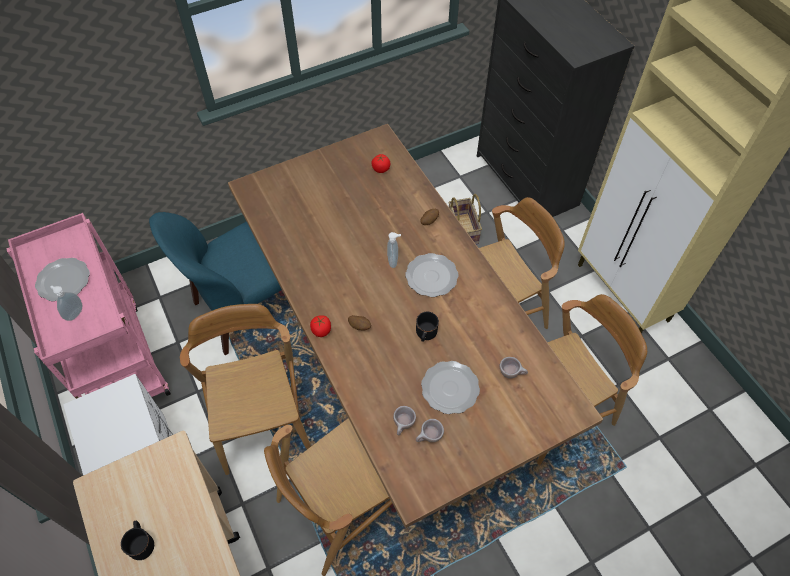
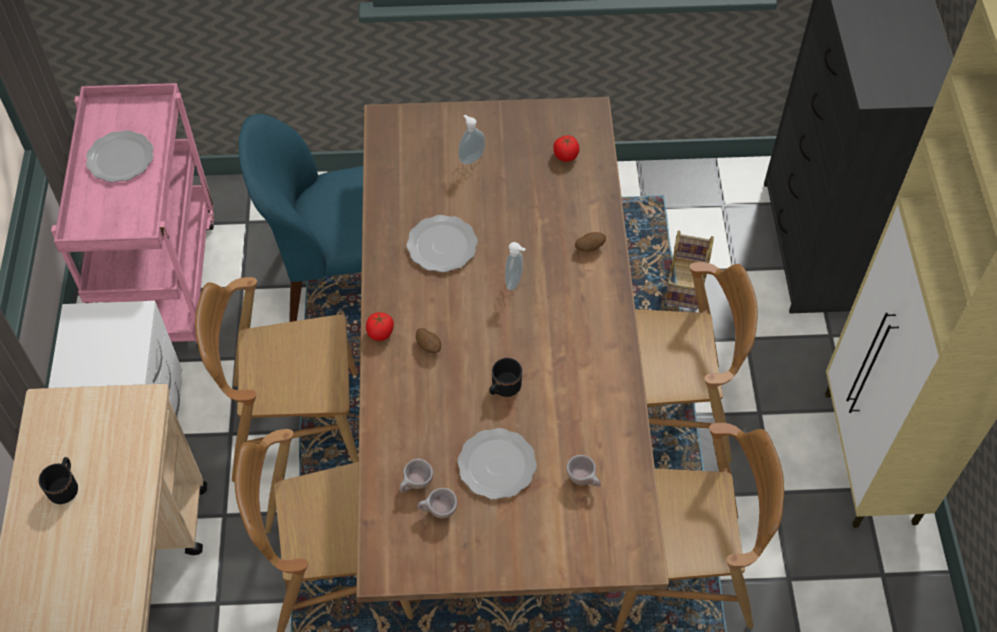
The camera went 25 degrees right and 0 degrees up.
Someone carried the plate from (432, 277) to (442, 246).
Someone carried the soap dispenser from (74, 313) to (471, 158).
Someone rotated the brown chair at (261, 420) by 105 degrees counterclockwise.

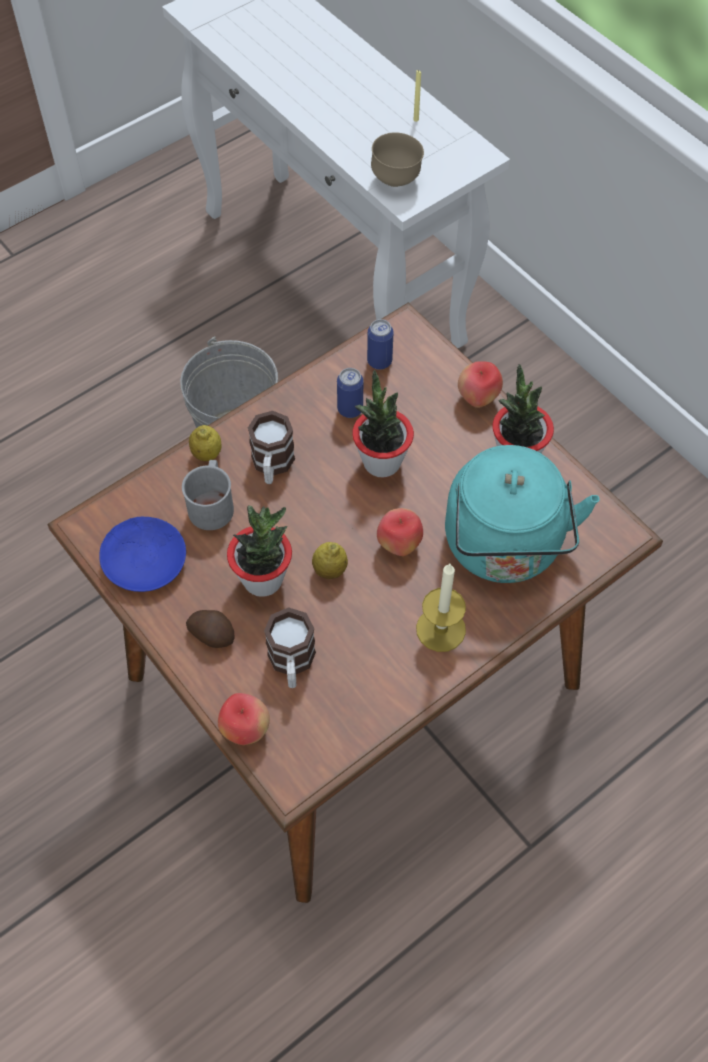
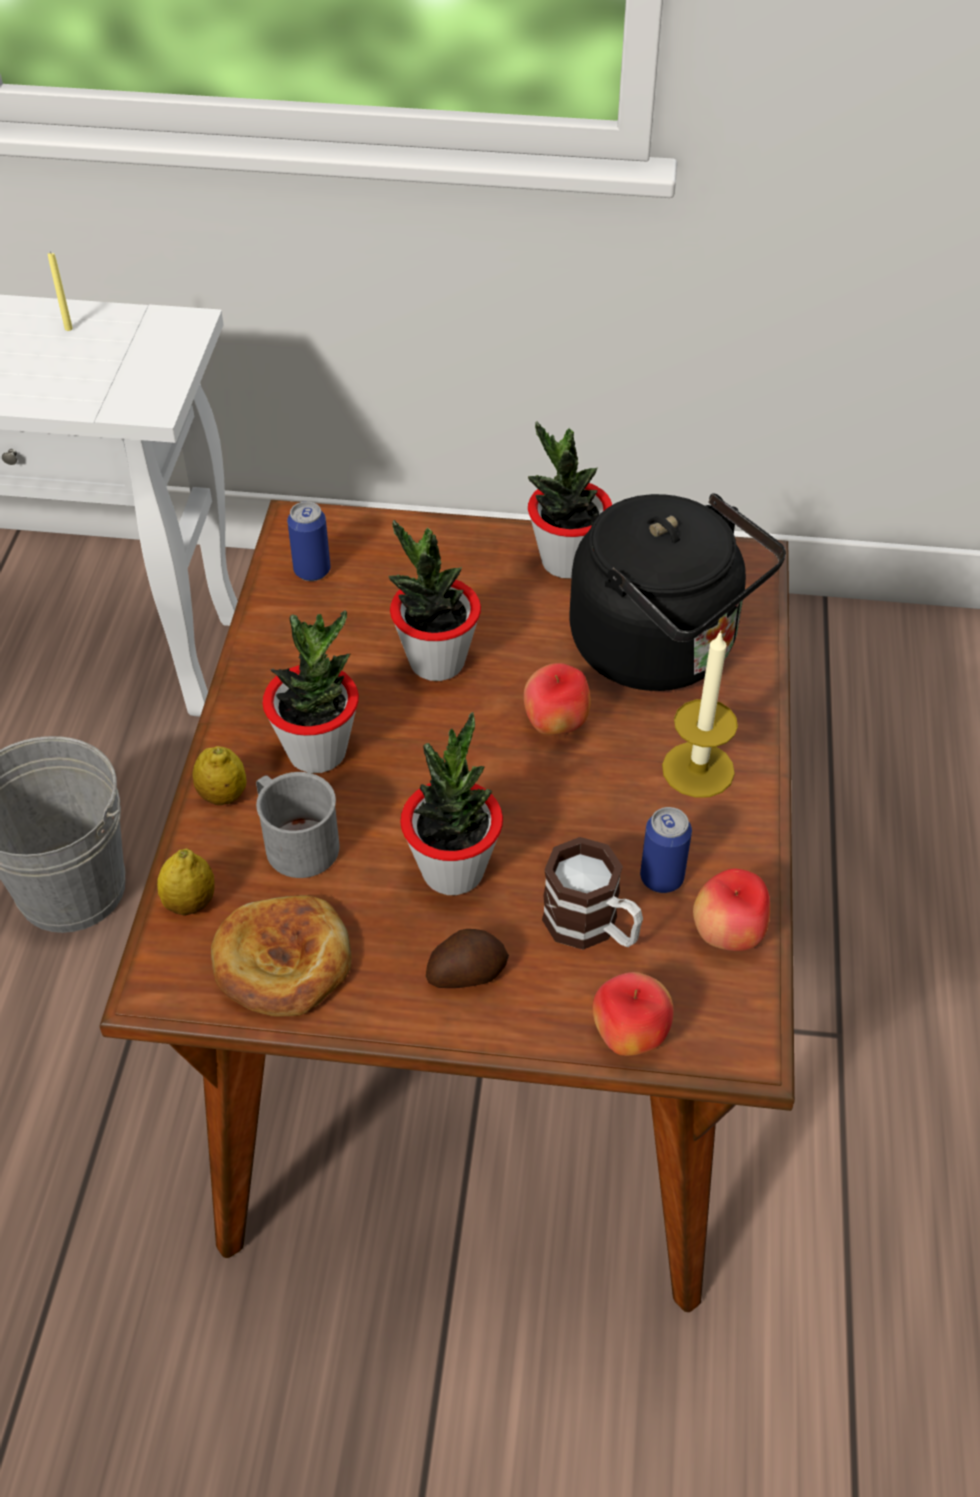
The camera went 45 degrees left and 10 degrees down.
Someone took away the brown bowl at (396, 180).
Someone carried the apple from (478, 398) to (728, 935).
Someone carried the can from (350, 409) to (661, 878).
Someone swapped the mug at (272, 466) for the potted plant at (317, 751).
Someone repainted the turquoise kettle at (505, 548), which became the black kettle at (662, 650).
Someone swapped the blue plate at (144, 559) for the bread at (283, 961).
Someone carried the lemon from (330, 570) to (190, 903).

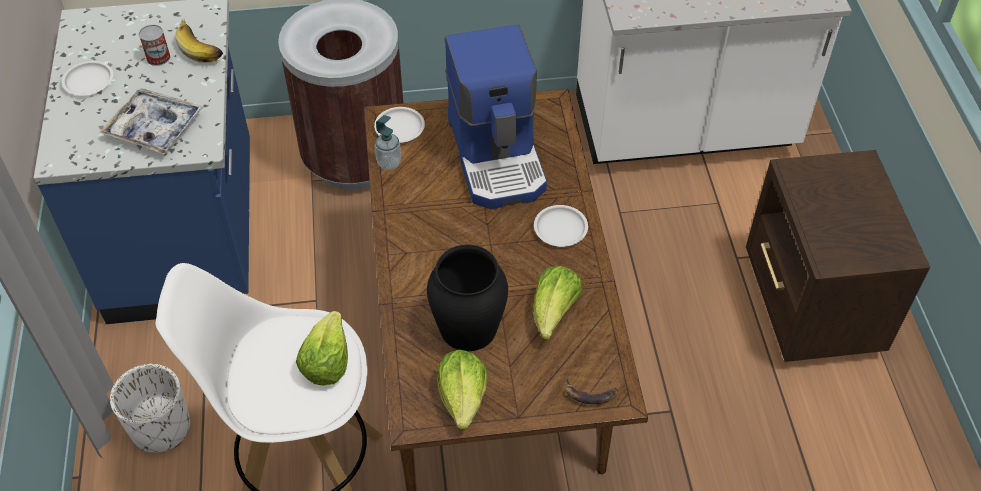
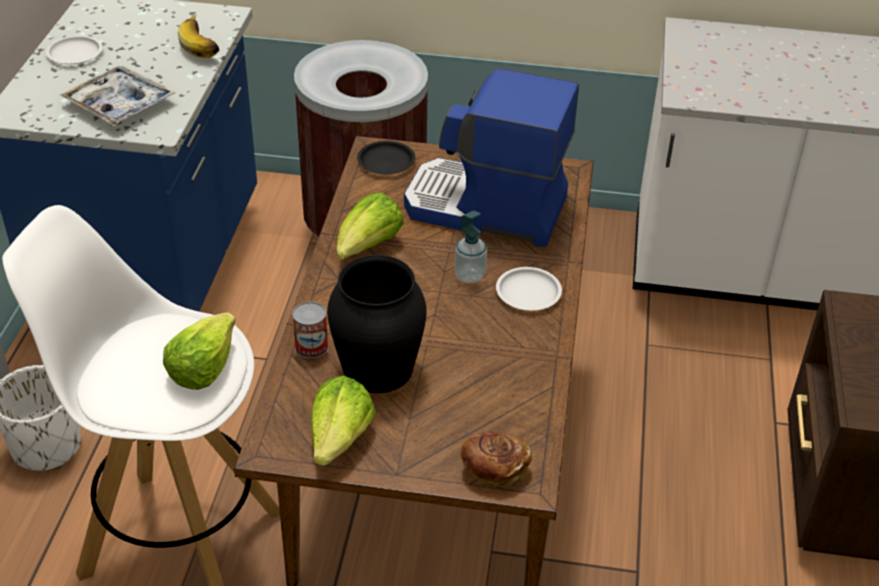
The camera went 15 degrees right and 10 degrees down.
Someone carried the can from (158, 57) to (311, 347).
Someone rotated the coffee machine at (498, 156) by 105 degrees clockwise.
Someone repainted the white plate at (400, 128), which became the black plate at (386, 162).
Someone carried the soap dispenser from (389, 163) to (469, 276).
Someone carried the lettuce from (554, 313) to (368, 247).
Someone swapped the banana at (590, 394) for the bread at (493, 469).

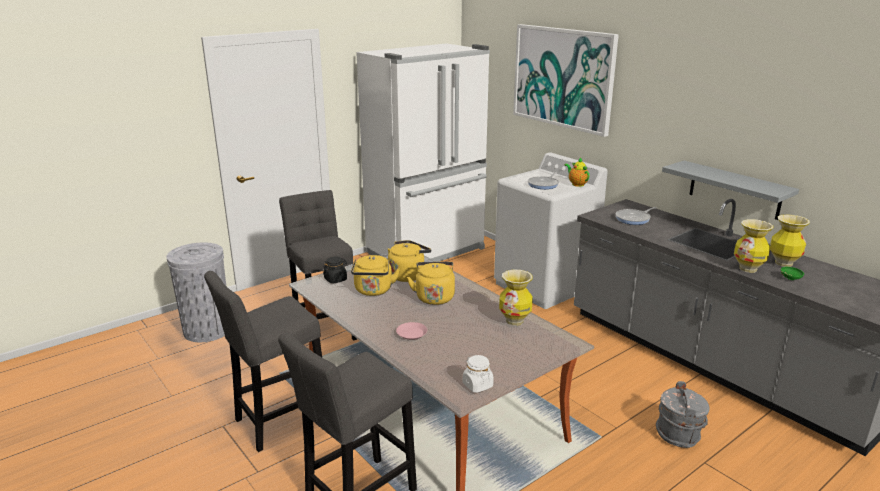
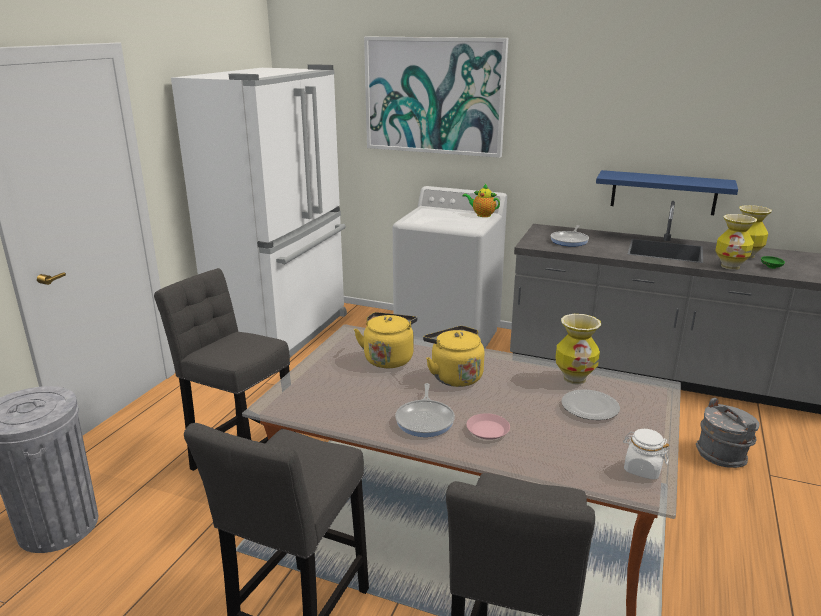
The camera went 30 degrees left and 0 degrees up.
Someone repainted the grey shelf at (734, 190), which became the blue shelf at (663, 192).
Someone carried the frying pan from (544, 184) to (425, 420).
Someone took away the yellow kettle at (373, 291).
Someone took away the black jar at (335, 279).
Someone put down the plate at (590, 407).

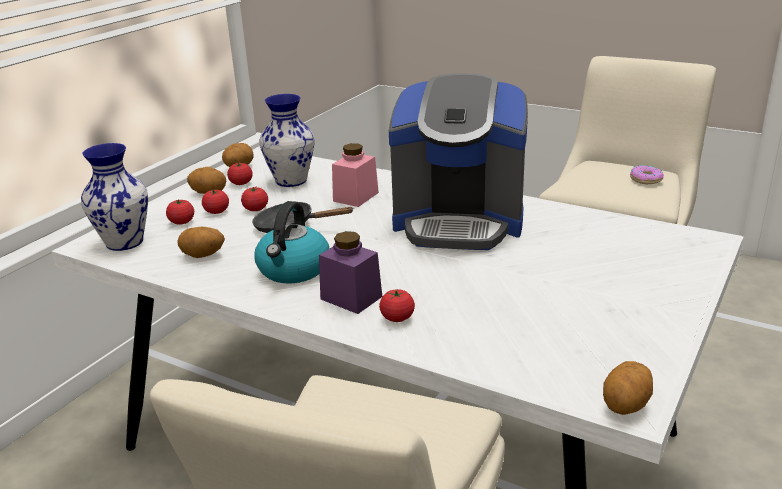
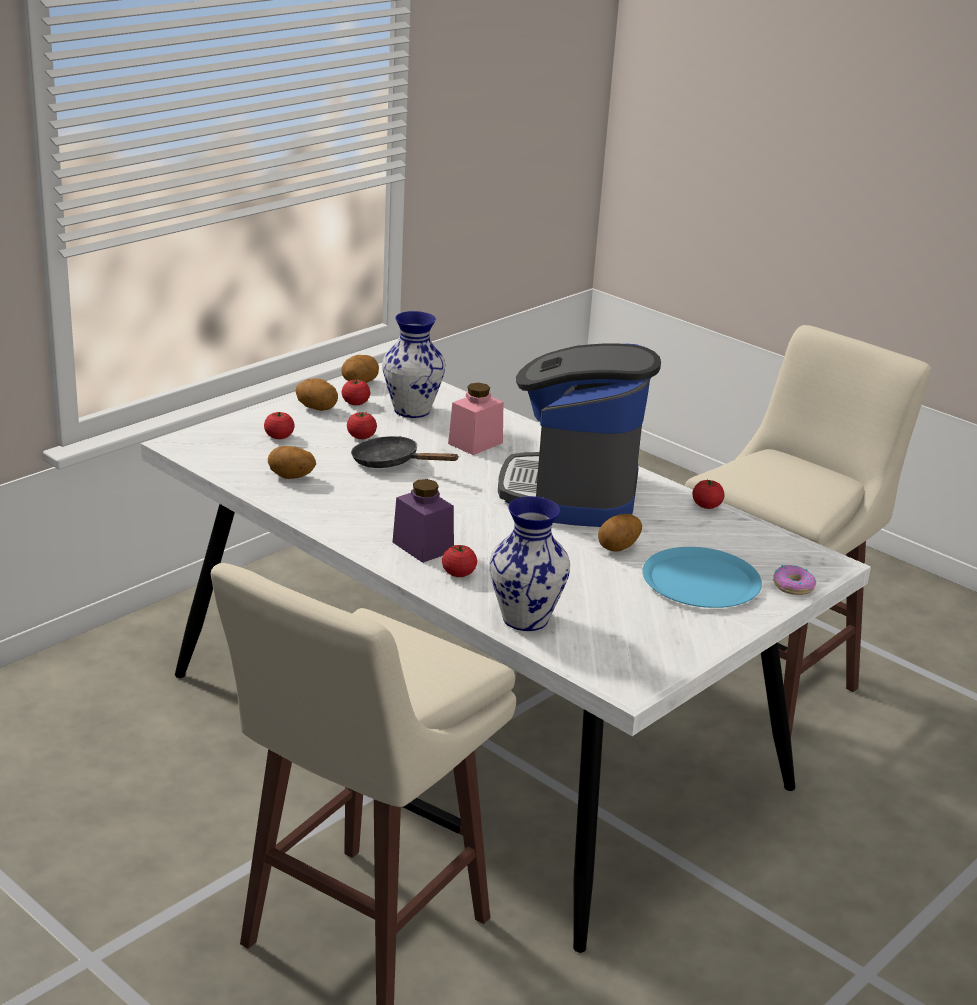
The camera went 10 degrees right and 0 degrees up.
Someone rotated the coffee machine at (459, 222) by 75 degrees clockwise.
Someone carried the vase from (124, 242) to (525, 618).
Someone carried the donut from (646, 179) to (793, 586).
Someone carried the tomato from (216, 211) to (706, 506).
Someone took away the kettle at (293, 270).
Someone carried the potato from (626, 405) to (619, 548).
Someone put down the blue plate at (701, 581).

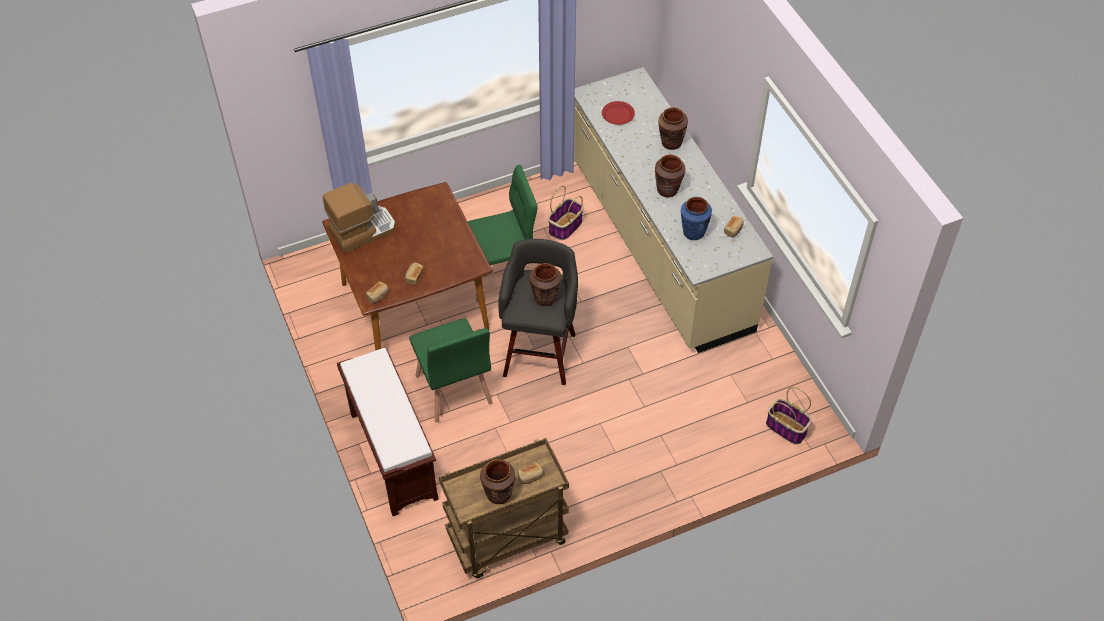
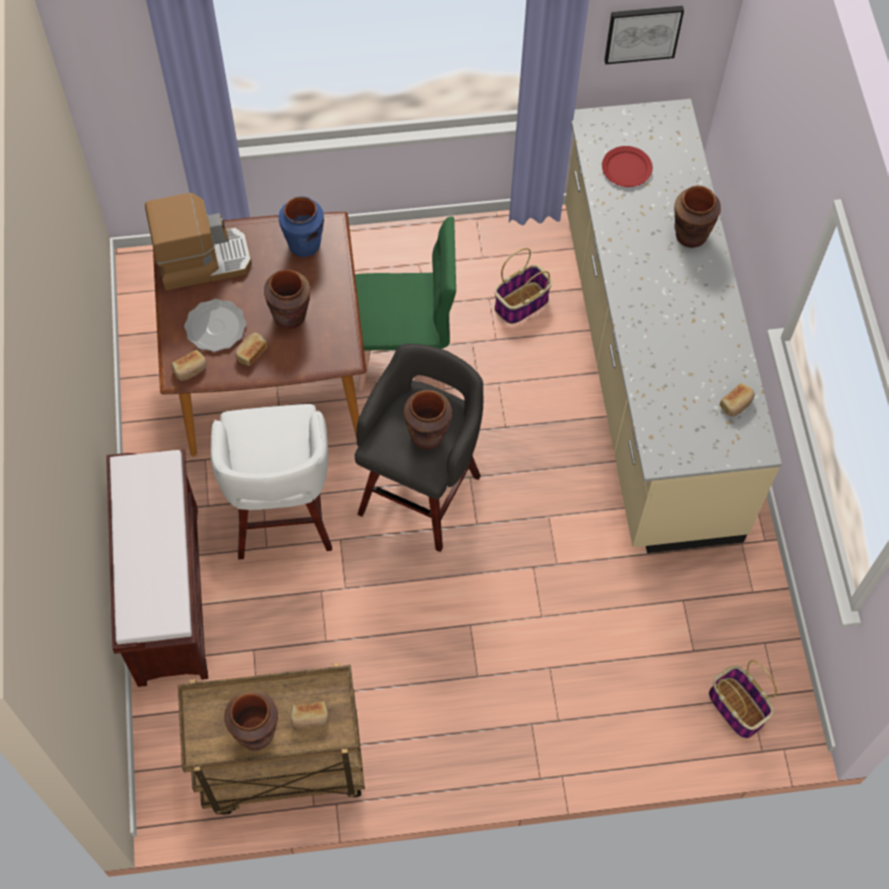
The camera went 15 degrees right and 10 degrees up.
Someone carried the brown vase from (667, 190) to (290, 316).
Someone carried the blue vase from (693, 232) to (304, 244).
Someone swapped the green chair at (453, 390) for the white stool at (282, 516).
Someone put up the picture at (642, 33).
Someone put down the plate at (215, 327).

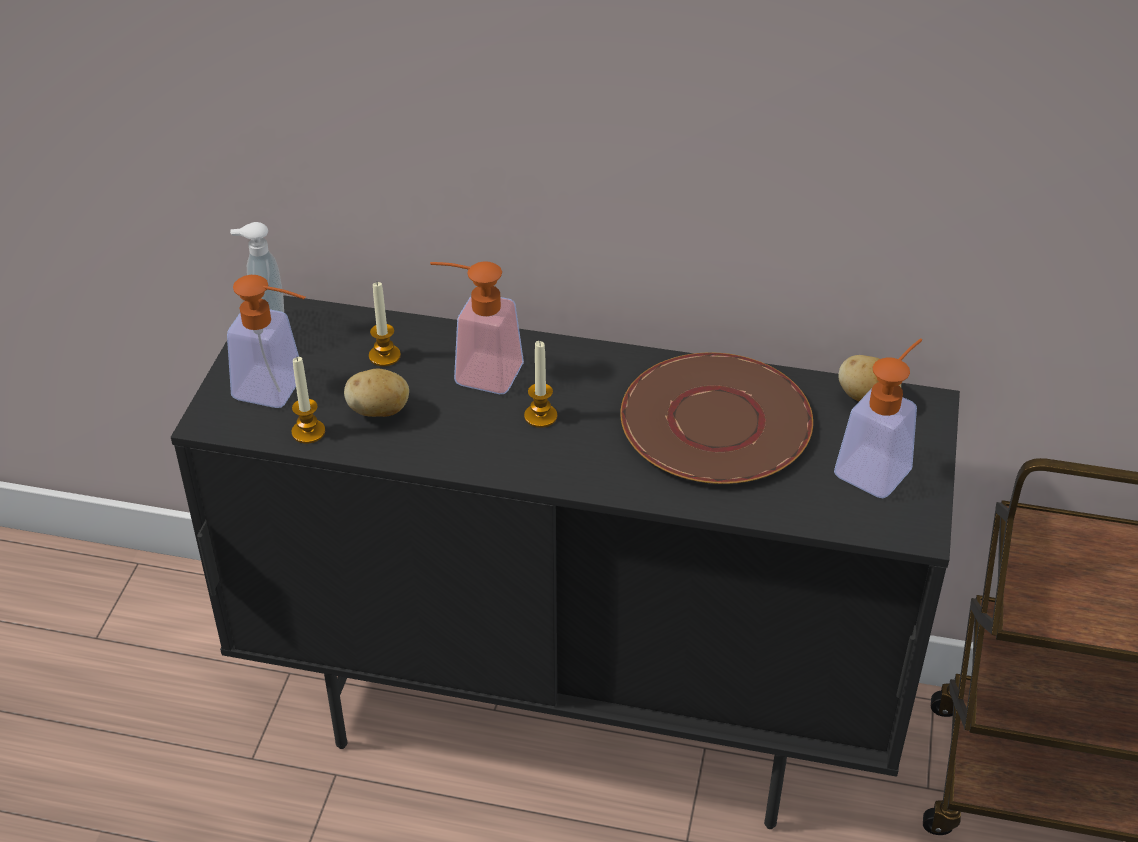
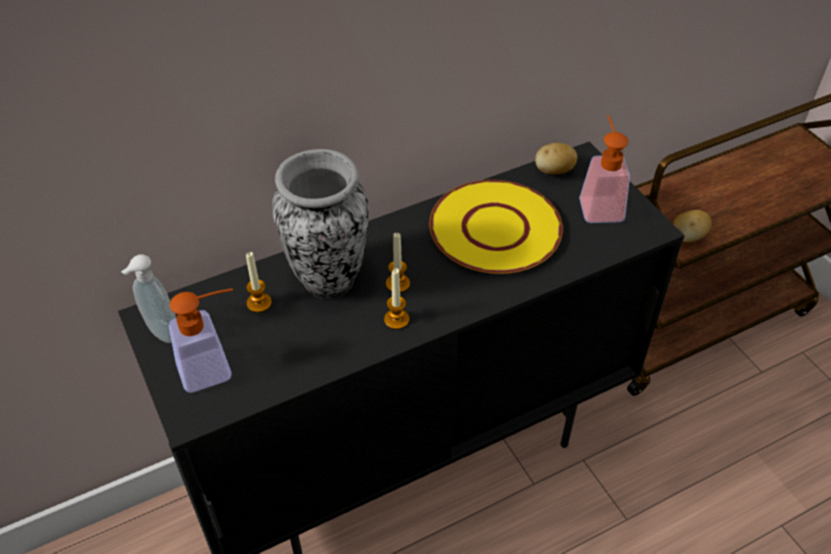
The camera went 40 degrees left and 5 degrees up.
Someone swapped the soap dispenser at (477, 371) for the vase at (329, 279).
Someone repainted the brown plate at (717, 422), which became the yellow plate at (495, 228).
Someone carried the candle from (308, 432) to (396, 319).
Someone carried the potato from (379, 412) to (688, 237).

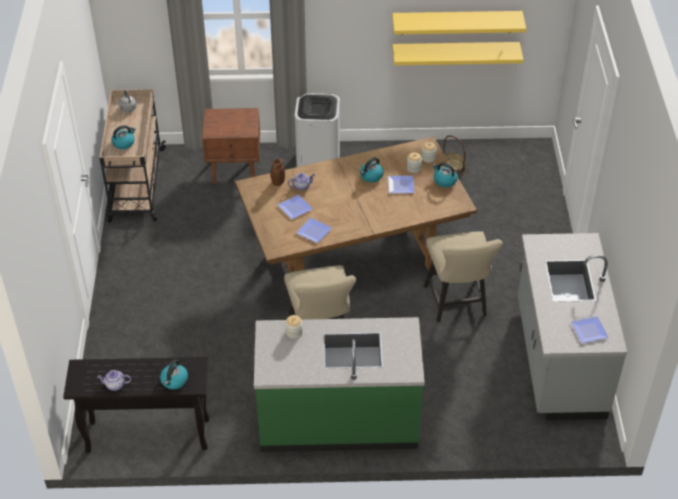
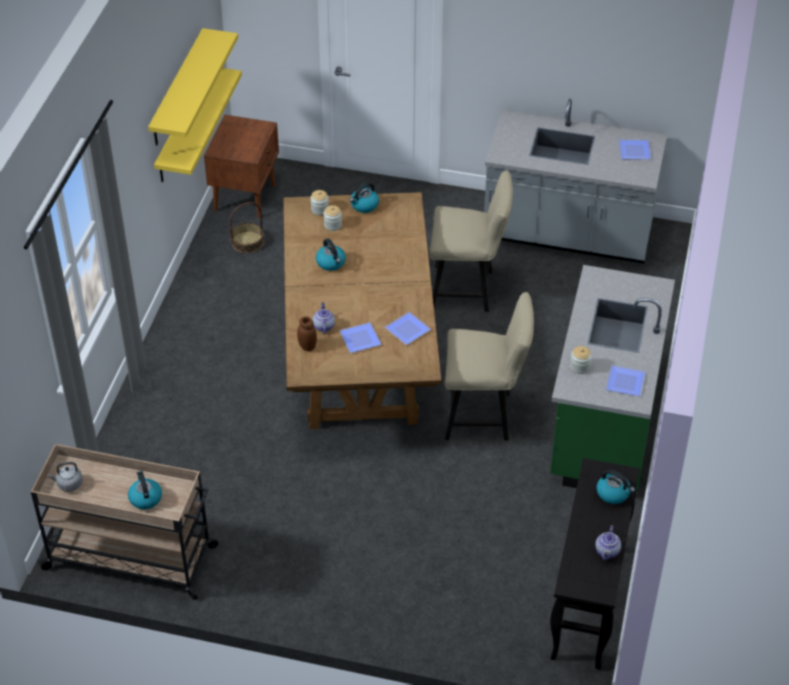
The camera went 75 degrees left and 0 degrees up.
Someone took away the white trash can at (318, 160).
Someone carried the brown nightstand from (235, 170) to (246, 197).
Someone carried the plate from (401, 185) to (624, 381).

